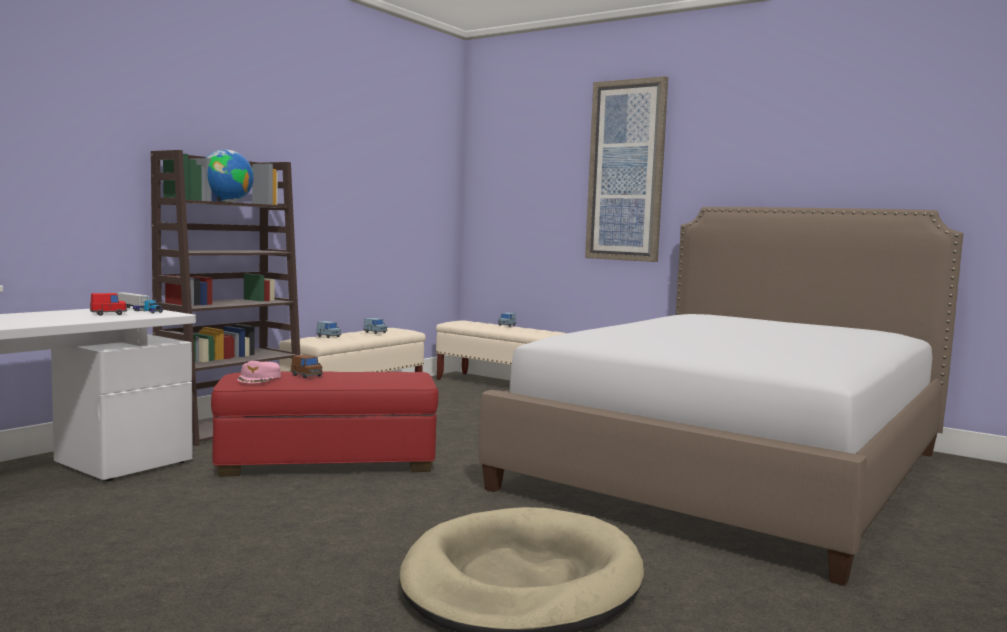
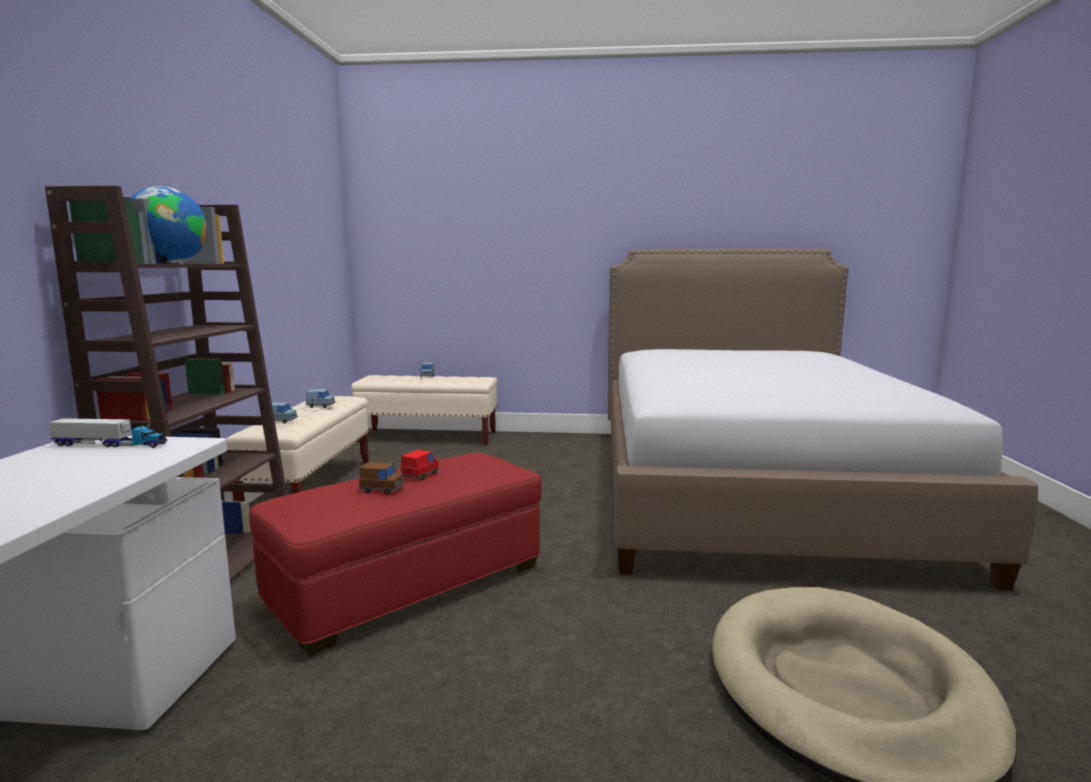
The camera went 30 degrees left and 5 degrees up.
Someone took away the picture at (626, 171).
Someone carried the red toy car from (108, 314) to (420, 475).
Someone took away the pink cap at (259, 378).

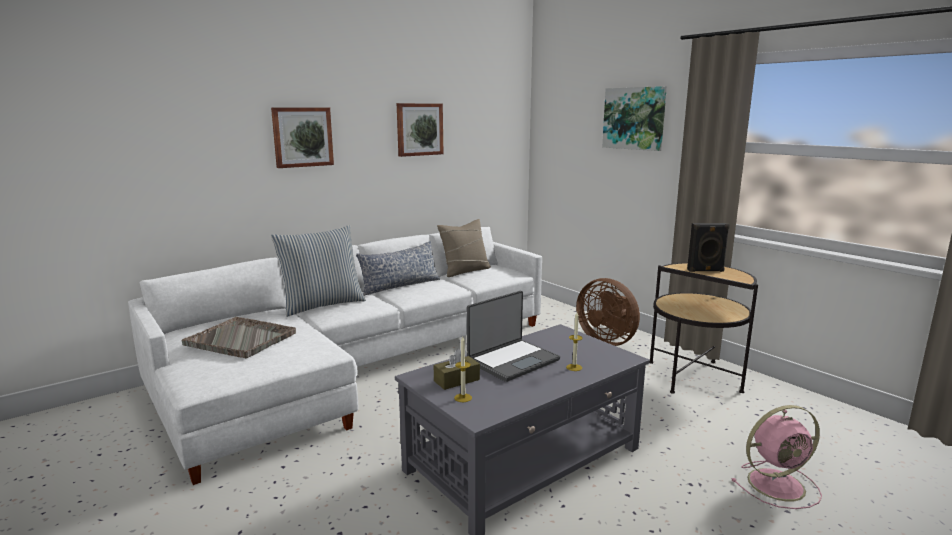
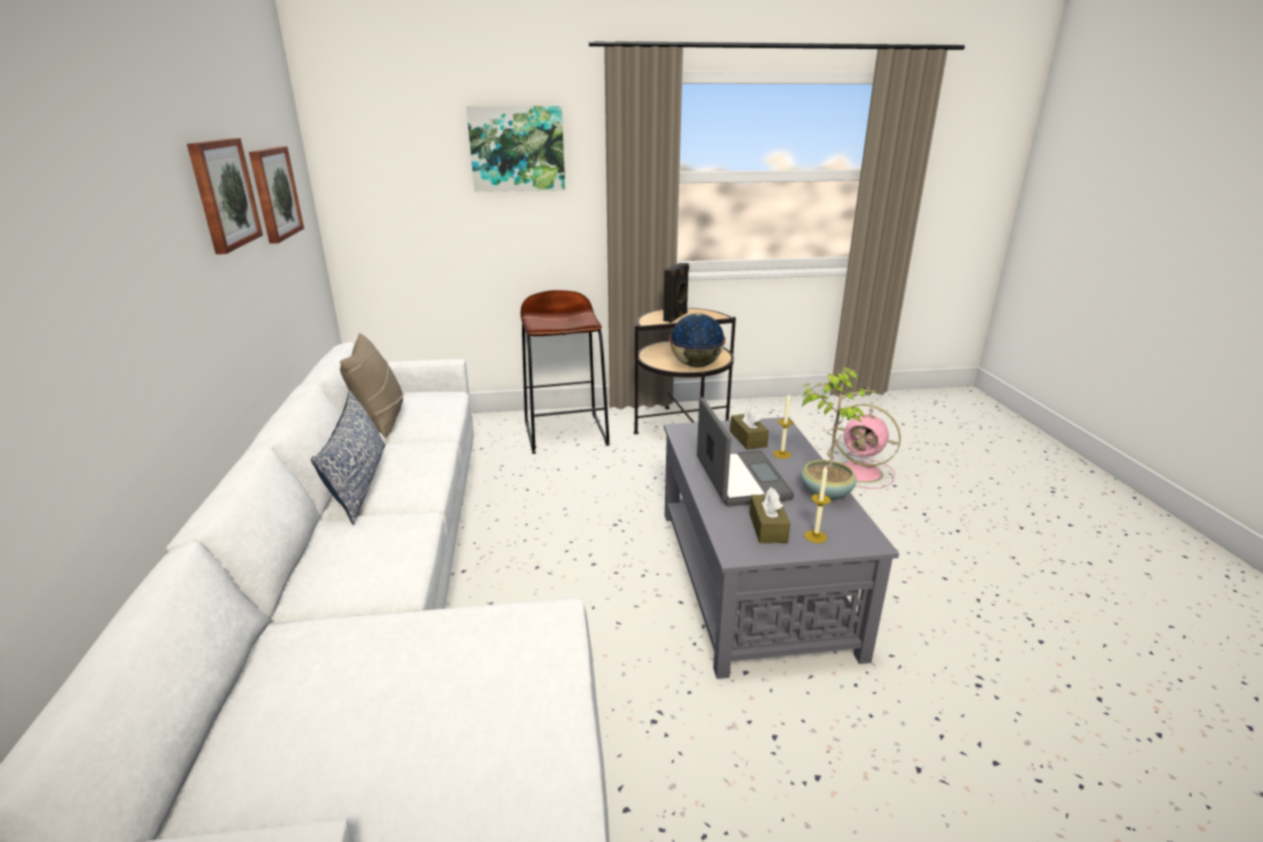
The camera went 60 degrees left and 10 degrees up.
Someone carried the picture from (302, 137) to (274, 193).
Someone took away the pillow at (322, 305).
Someone swapped the brown fan at (607, 341) for the brown stool at (566, 433).
Someone took away the grey tray at (241, 339).
Someone rotated the pink fan at (778, 484) by 105 degrees clockwise.
Someone put down the globe at (696, 365).
Someone put down the potted plant at (826, 492).
Someone put down the brown tissue box at (748, 439).

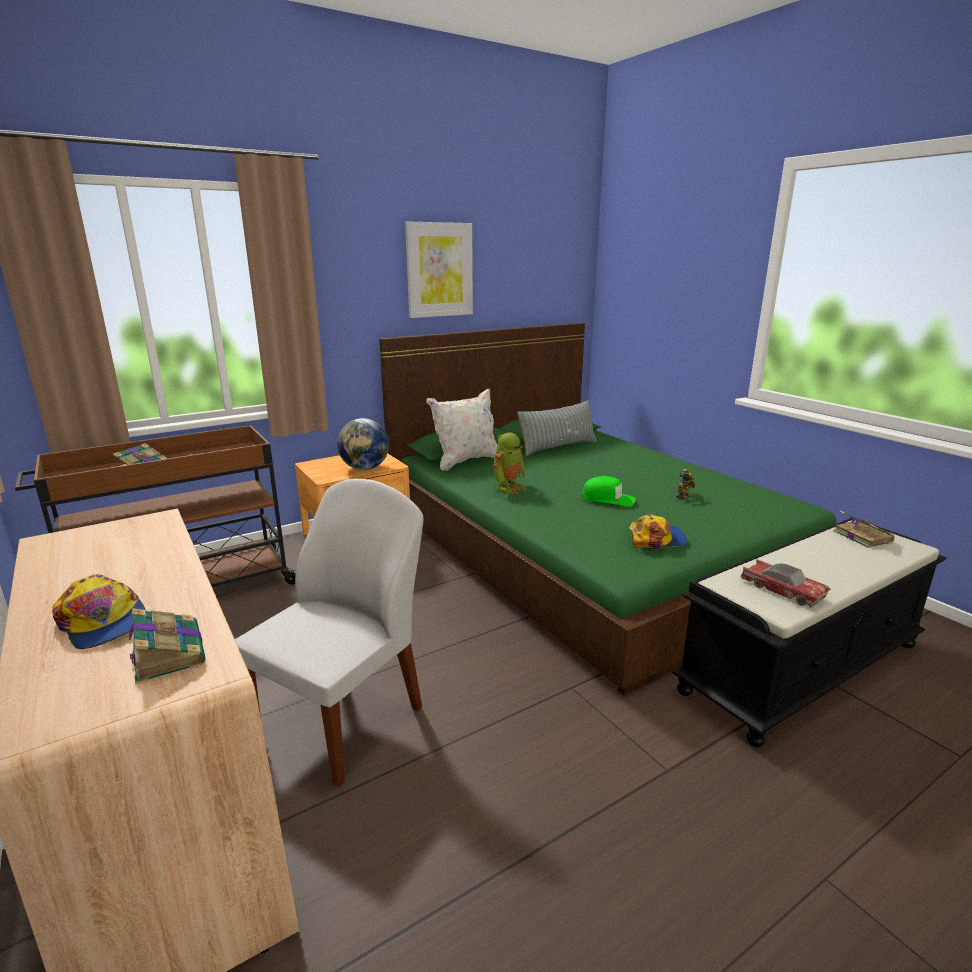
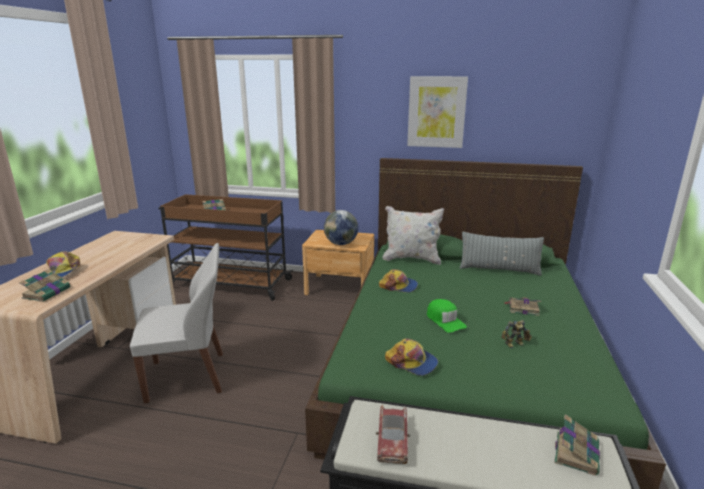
The camera went 45 degrees right and 0 degrees up.
Someone swapped the toy robot at (508, 488) for the cap at (399, 286).
Someone put down the book at (522, 308).

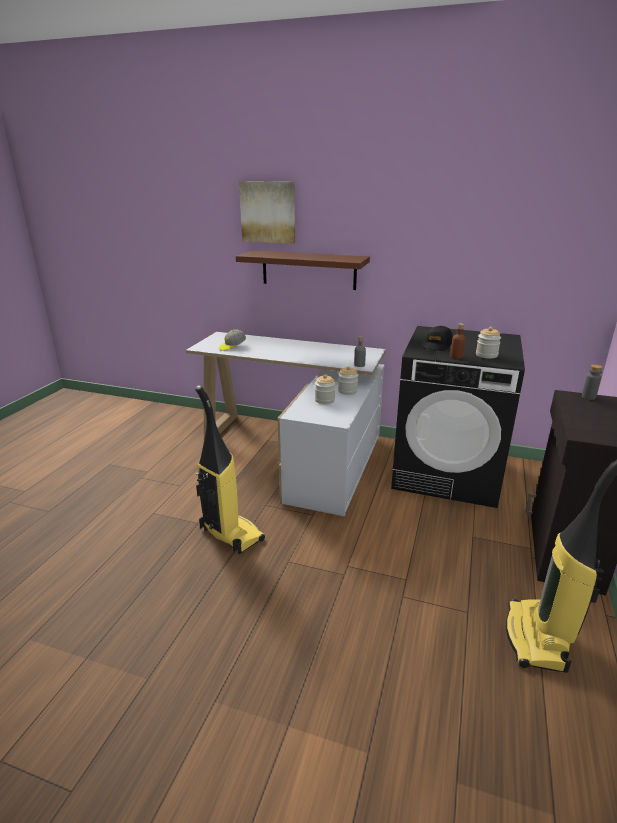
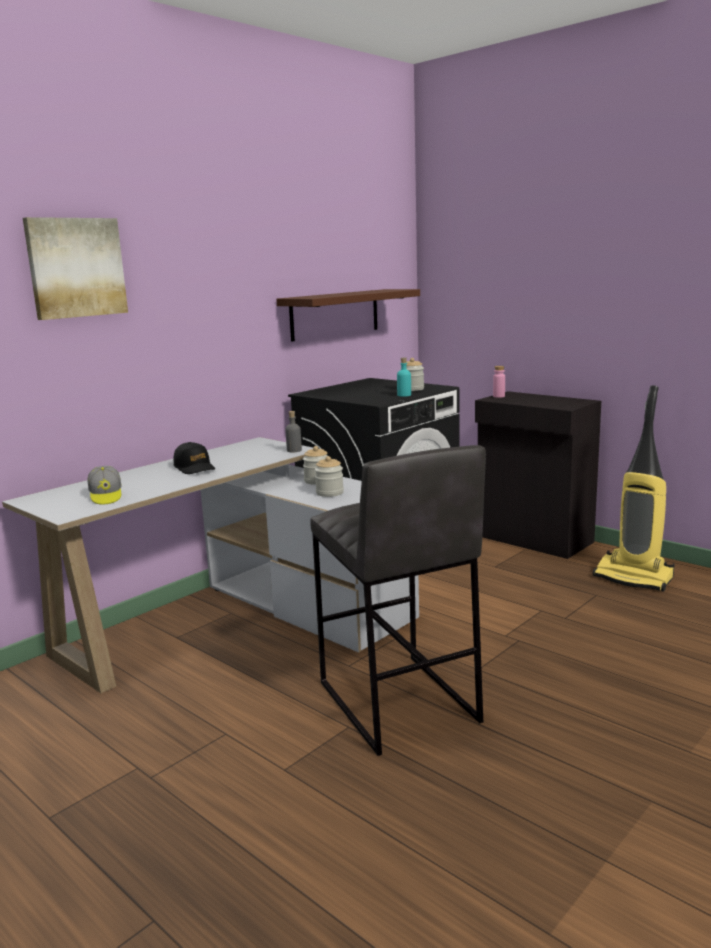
The camera went 65 degrees left and 10 degrees down.
Someone carried the brown shelf from (308, 270) to (335, 314).
Someone repainted the brown bottle at (456, 356), which became the turquoise bottle at (404, 395).
Someone carried the black cap from (437, 345) to (194, 468).
Someone repainted the grey bottle at (588, 397), which became the pink bottle at (499, 396).
Someone swapped the vacuum cleaner at (230, 534) for the grey stool at (397, 702).

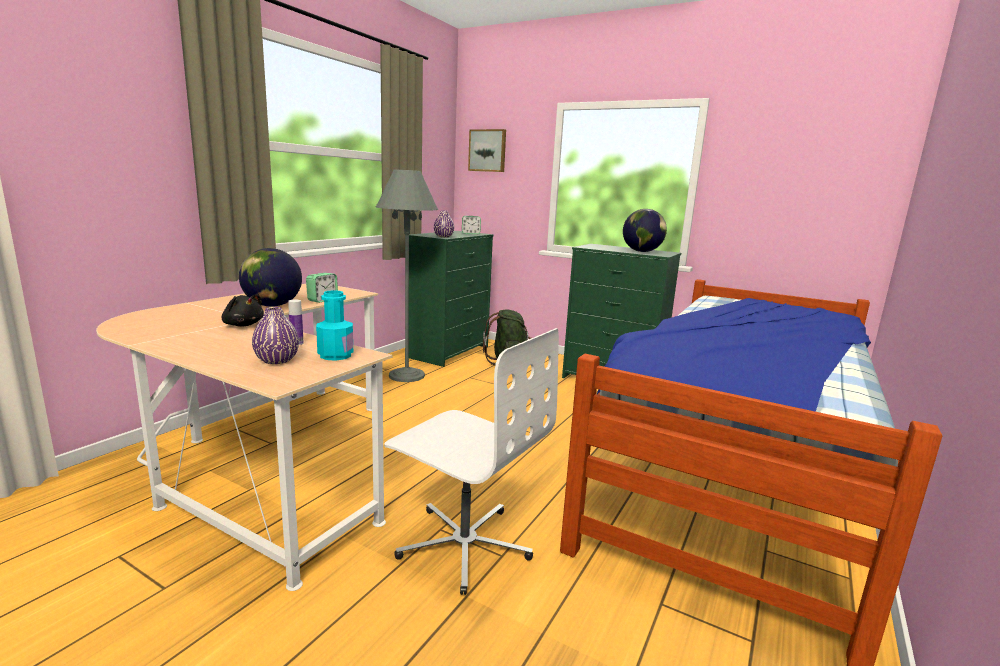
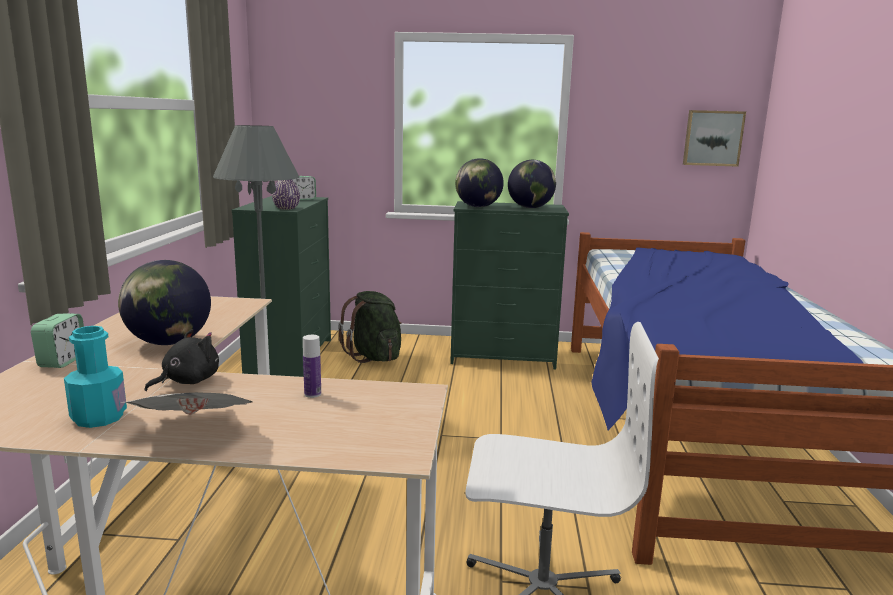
The camera went 25 degrees left and 0 degrees up.
Someone carried the picture from (488, 150) to (712, 138).
Someone carried the alarm clock from (322, 300) to (63, 361).
Someone carried the turquoise bottle from (335, 355) to (99, 417).
Someone rotated the black plush toy at (243, 325) by 60 degrees counterclockwise.
Someone took away the purple vase at (277, 360).
Someone put down the globe at (478, 207).
Someone put down the newspaper at (195, 433).

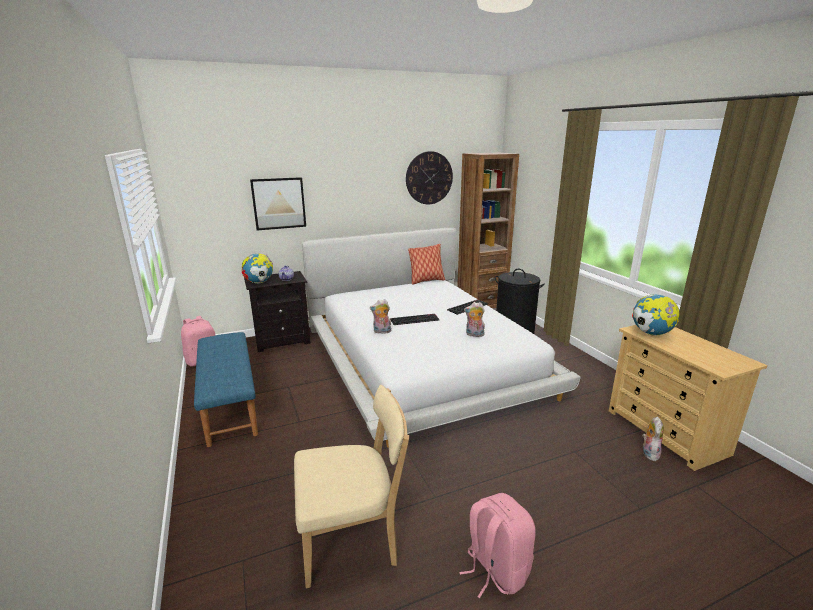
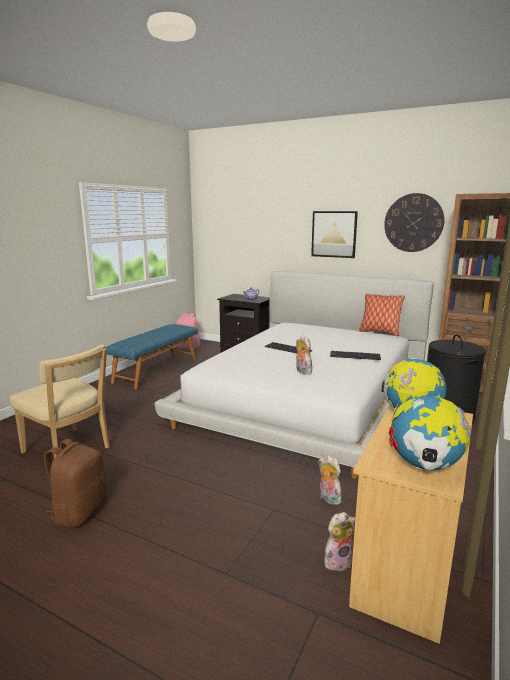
The camera went 50 degrees right and 5 degrees down.
Someone carried the picture from (279, 203) to (334, 234).
Someone carried the globe from (259, 283) to (424, 466).
Someone carried the plush toy from (381, 332) to (328, 498).
Someone repainted the pink backpack at (495, 569), which became the brown backpack at (79, 512).

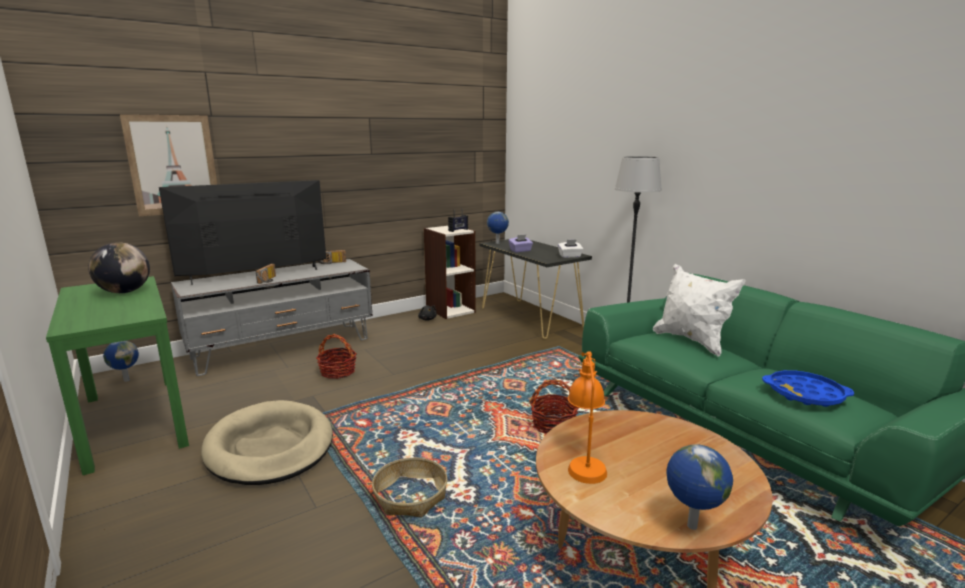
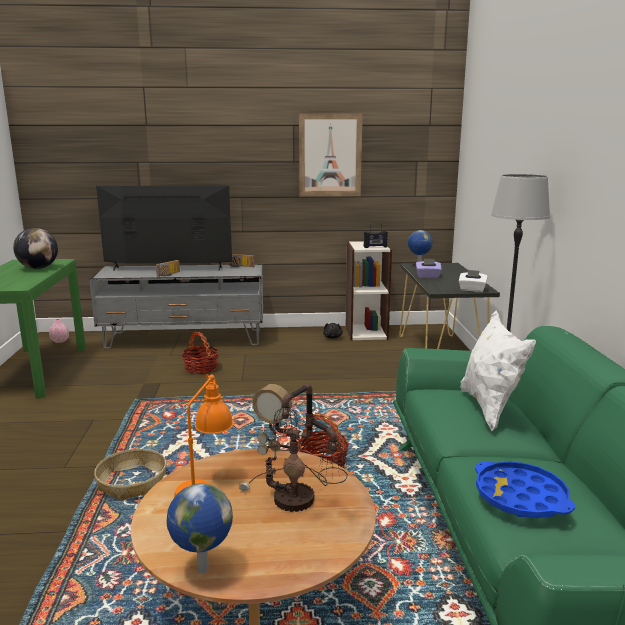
The camera went 30 degrees right and 0 degrees up.
Someone carried the picture from (173, 165) to (330, 155).
Someone swapped the globe at (126, 380) for the pink vase at (60, 341).
Someone took away the beige dog bed at (270, 447).
Someone put down the table lamp at (295, 501).

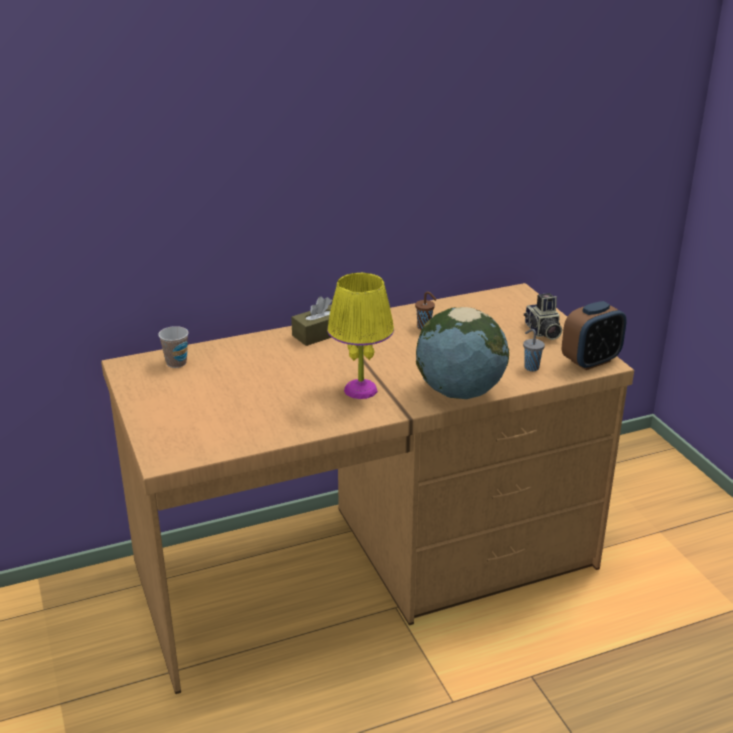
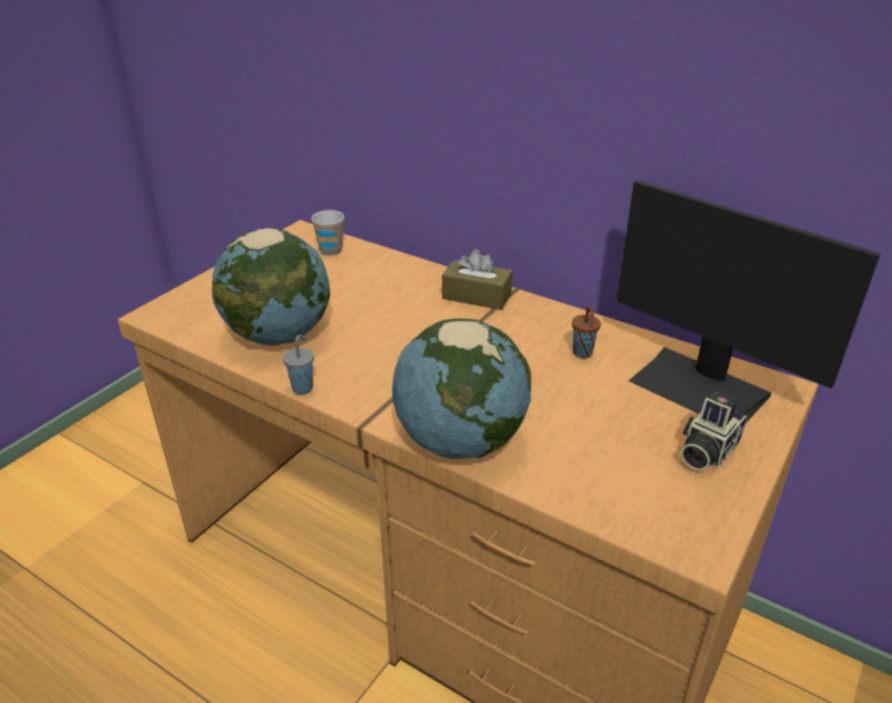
The camera went 55 degrees right and 5 degrees up.
Someone took away the yellow table lamp at (361, 390).
Someone took away the alarm clock at (590, 361).
Someone carried the grey cup from (531, 367) to (303, 387).
Someone put down the monitor at (700, 387).
Someone put down the globe at (278, 335).

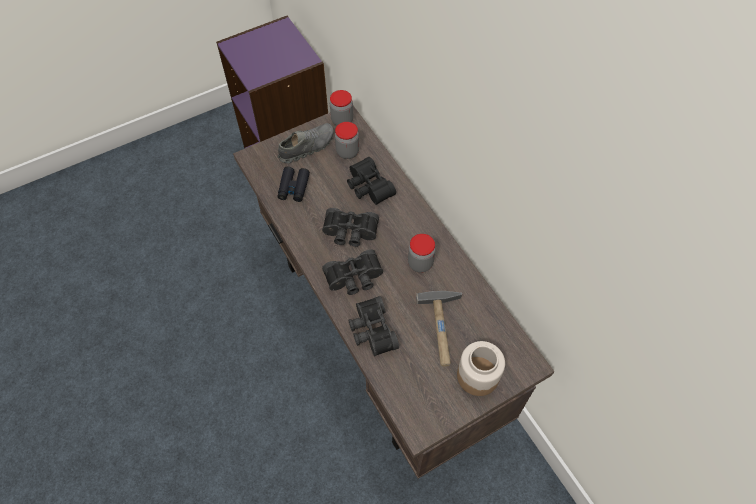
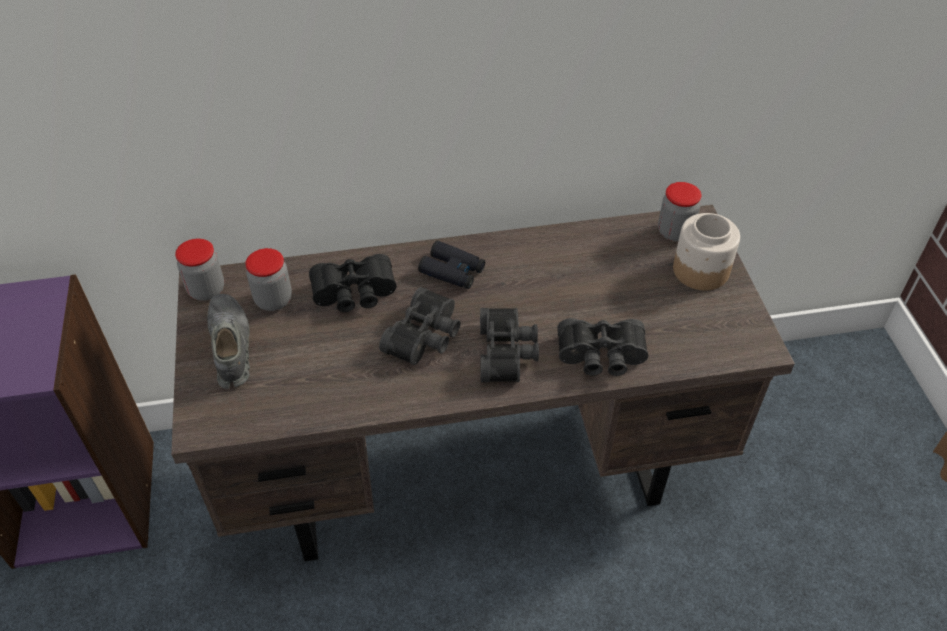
The camera went 70 degrees left and 10 degrees down.
Someone carried the black binoculars from (293, 187) to (452, 271).
Someone carried the jar from (420, 263) to (674, 232).
Someone took away the hammer at (442, 329).

